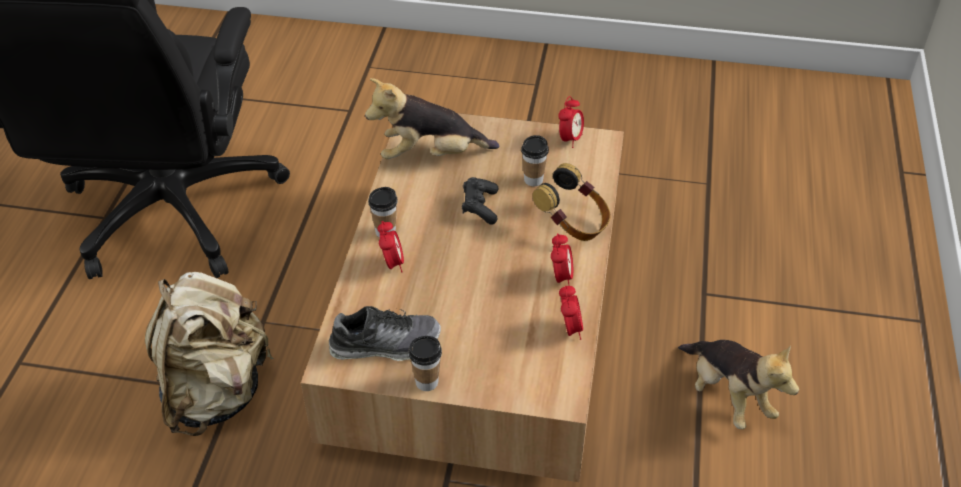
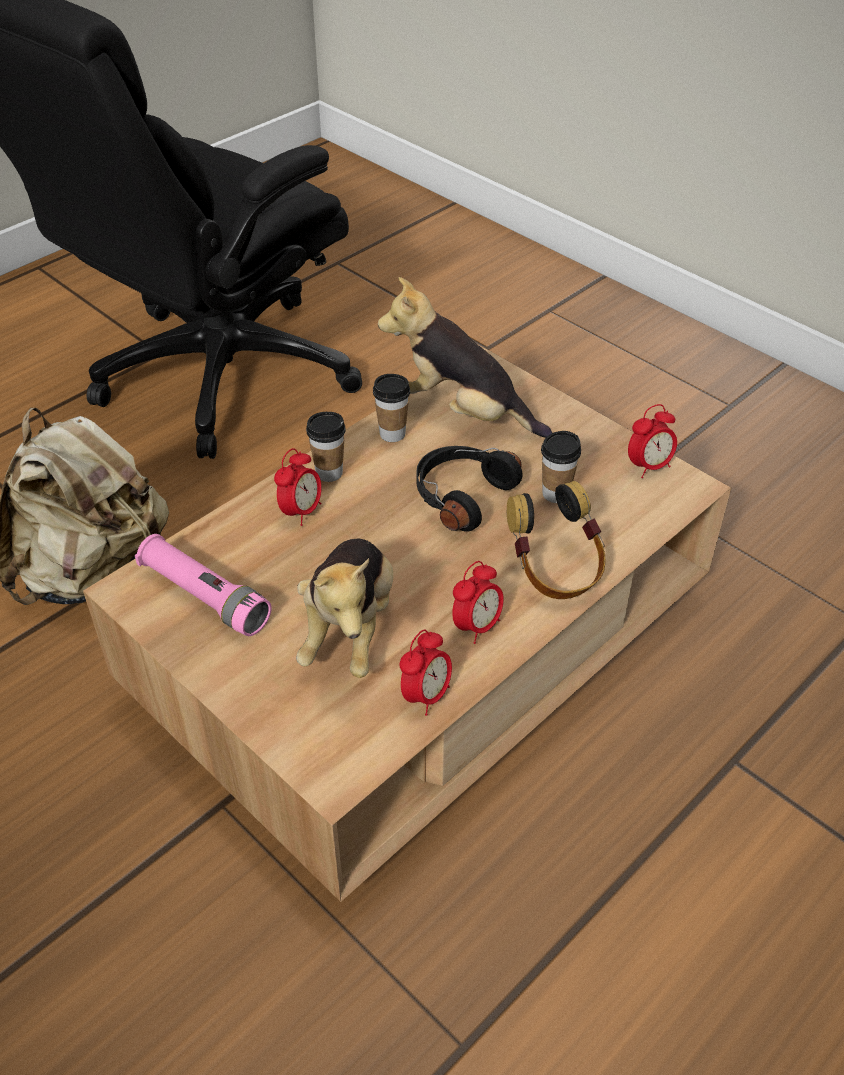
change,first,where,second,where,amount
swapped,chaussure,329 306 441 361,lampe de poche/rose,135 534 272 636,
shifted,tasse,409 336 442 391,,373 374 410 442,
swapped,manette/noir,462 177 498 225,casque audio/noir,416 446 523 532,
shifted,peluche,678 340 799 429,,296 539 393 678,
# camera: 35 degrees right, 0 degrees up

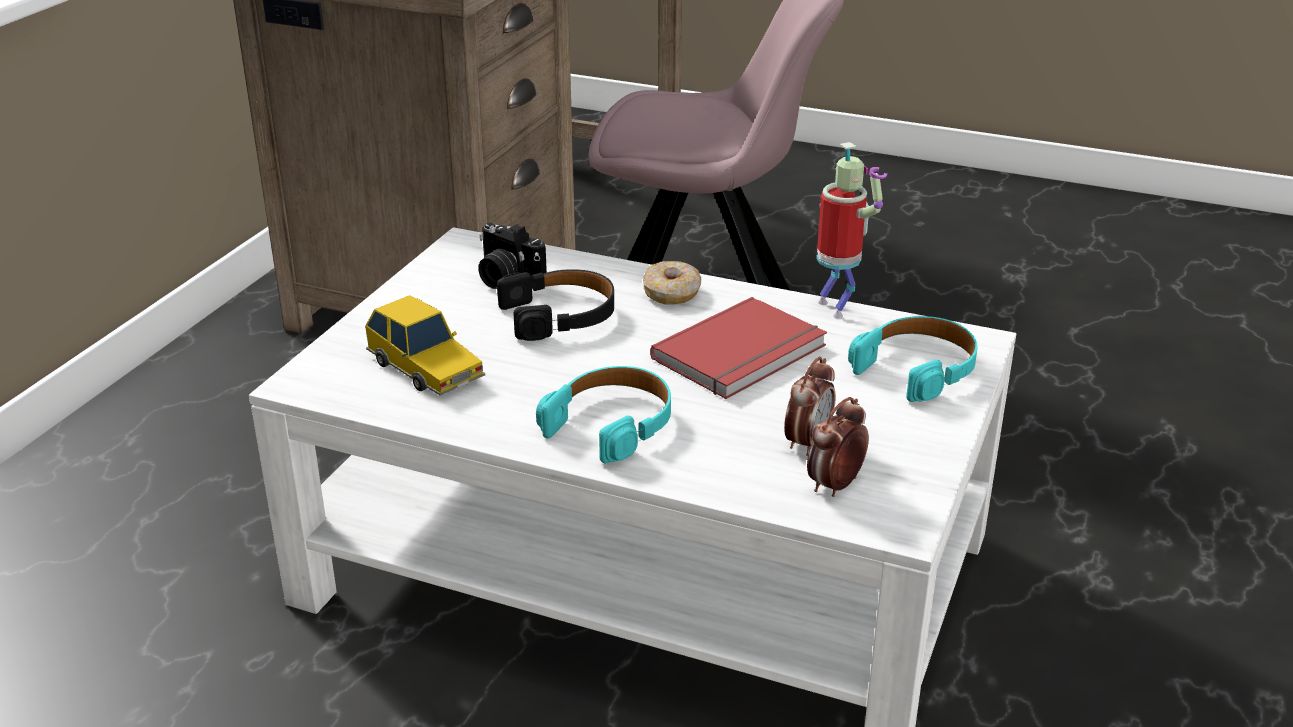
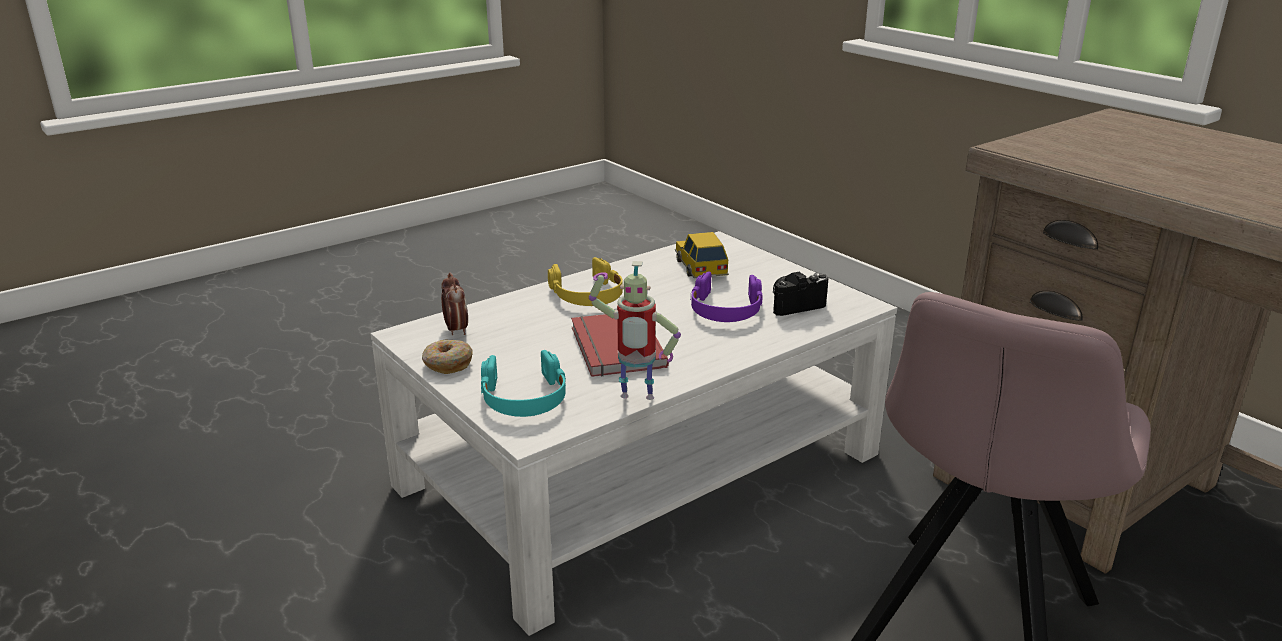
change,first,where,second,where,amount
rotated,petite voiture,365 295 485 396,,675 232 729 278,90 degrees clockwise
repainted,casque audio/noir,497 269 614 341,casque audio/violet,690 271 763 322,
repainted,casque audio/turquoise,536 366 671 463,casque audio/jaune,548 257 623 306,
shifted,beignet,643 261 701 305,,422 339 473 374,
gone,réveil,784 357 836 456,,,
# camera: 120 degrees right, 5 degrees down

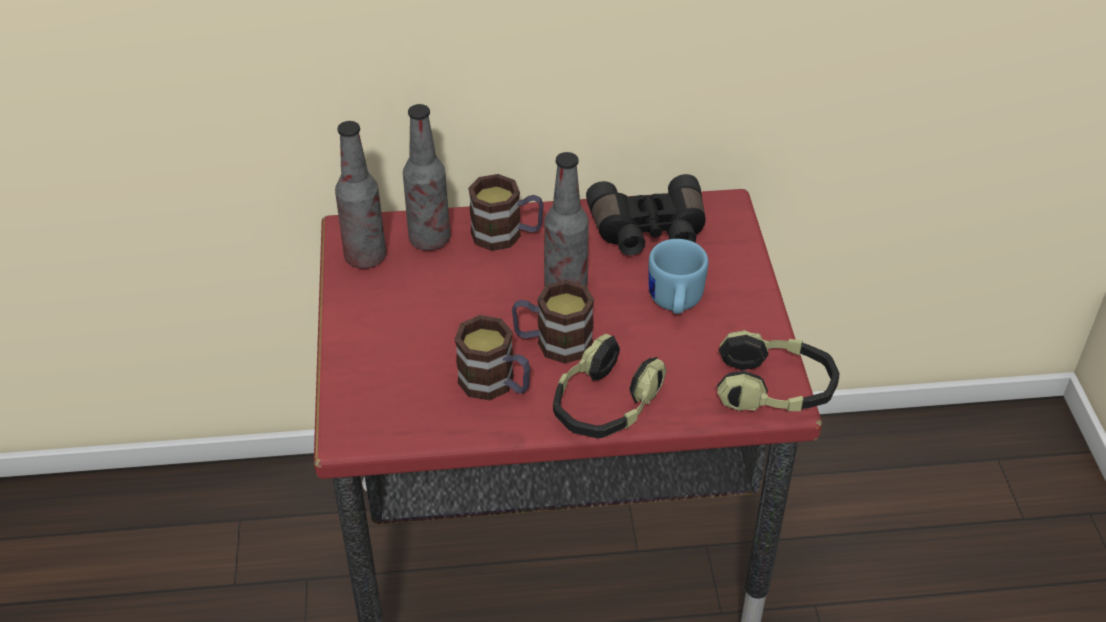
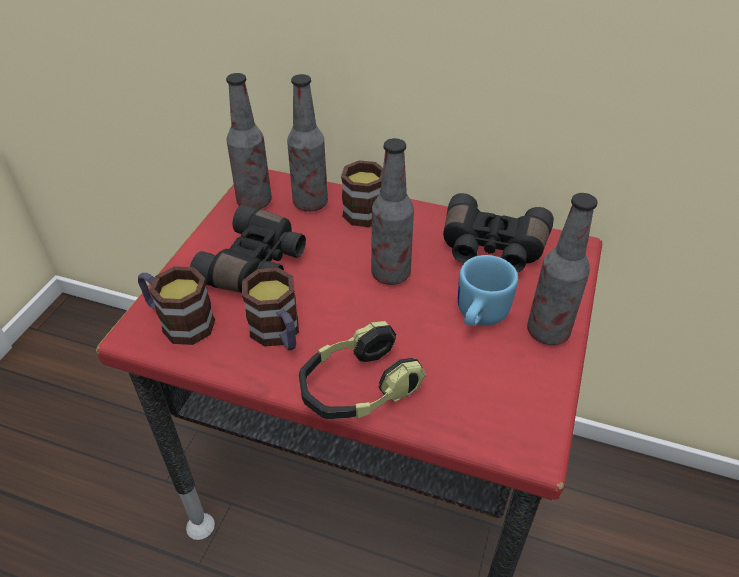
change,first,where,second,where,amount
shifted,mug,512 280 594 364,,138 266 215 345,
gone,casque audio,716 330 839 411,,,
new,,,jumelles/noir,190 205 306 293,
new,,,bouteille,527 193 598 345,
# camera: 25 degrees right, 0 degrees up

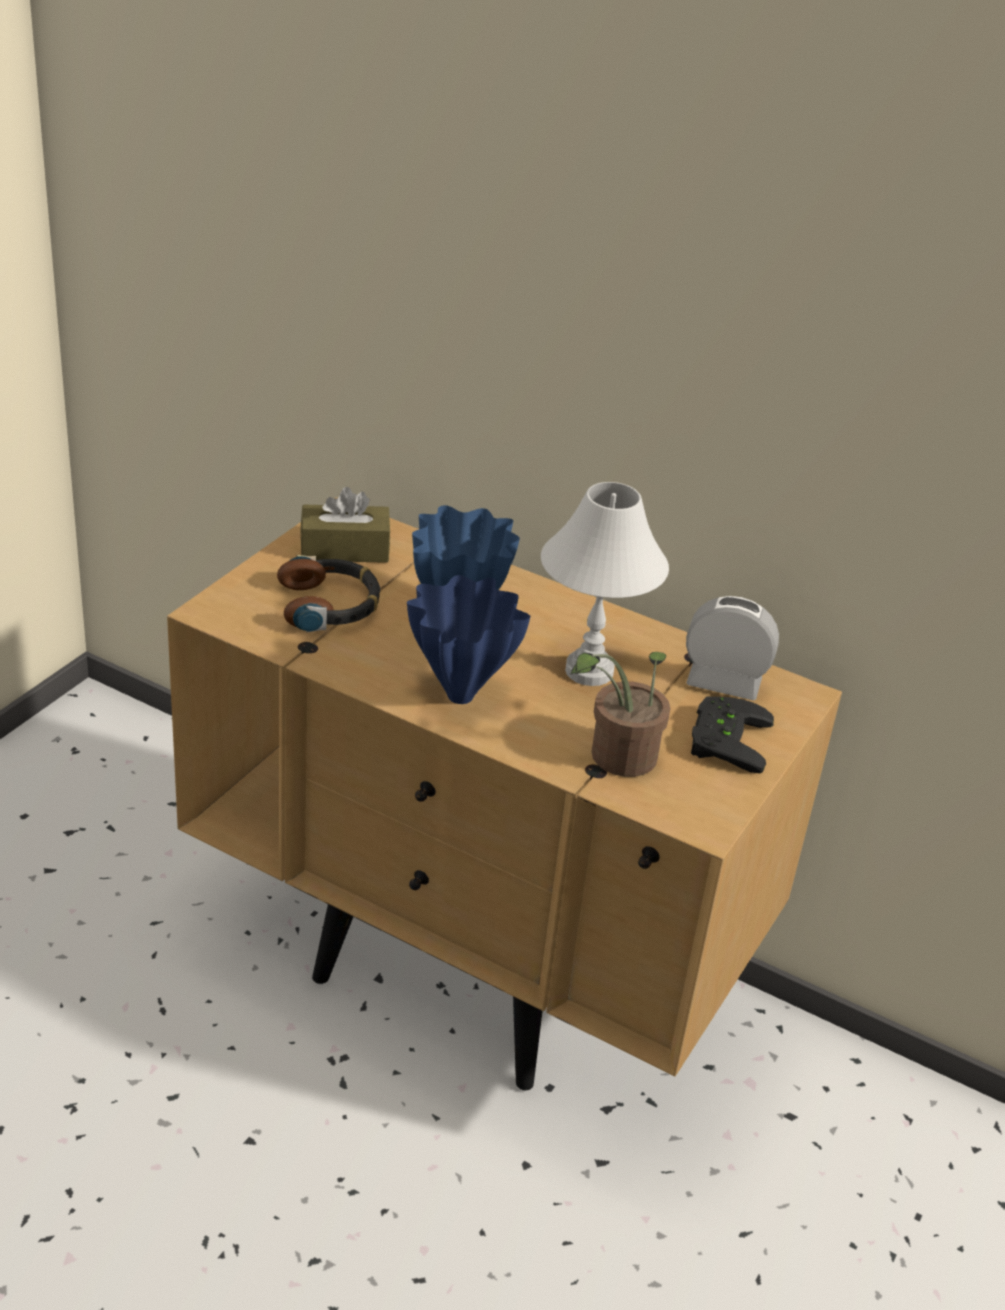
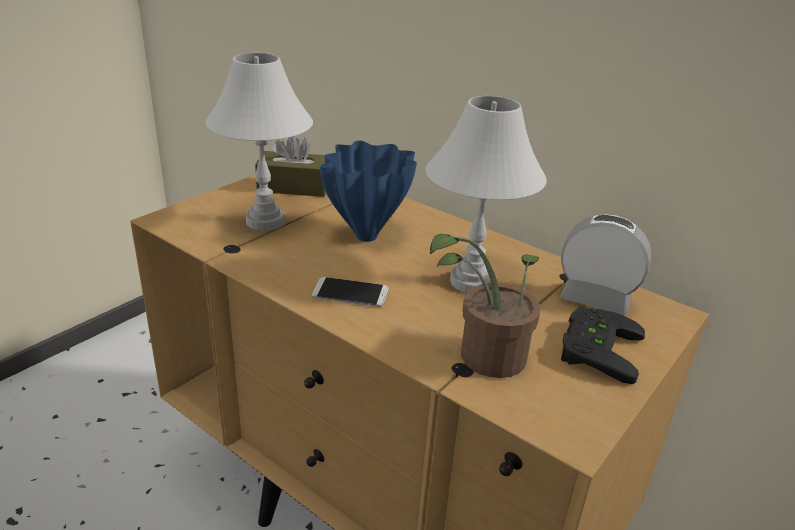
change,first,where,second,where,amount
swapped,casque audio,277 555 380 633,lampe de table/blanc,205 53 313 231,
swapped,vase/bleu,407 575 530 704,téléphone,312 277 389 307,
# camera: 10 degrees right, 5 degrees down

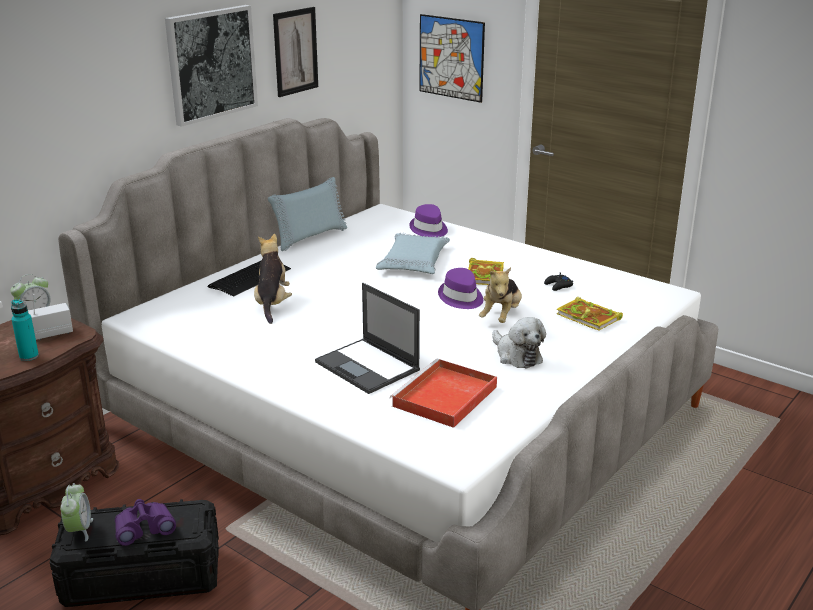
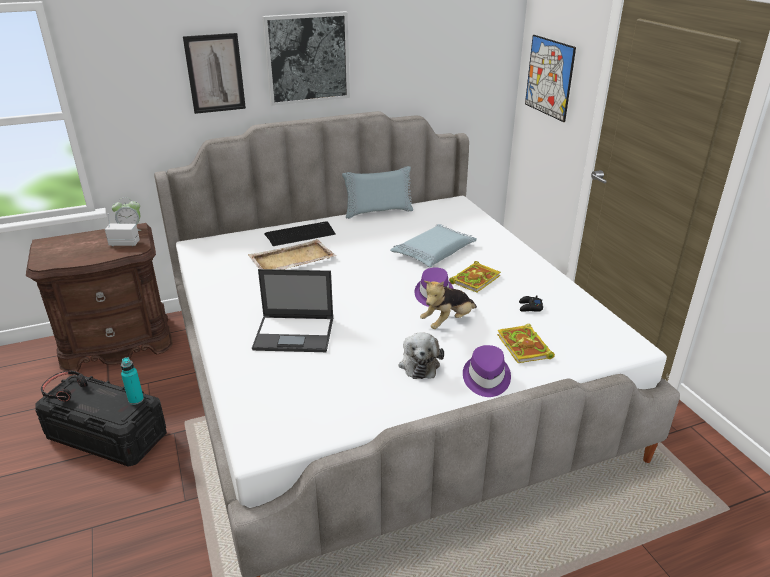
change,first,where,second,where,amount
shifted,bouteille/turquoise,11 299 39 361,,121 357 144 405,
swapped,réveil,60 483 93 541,casque audio/noir,41 371 88 402,
gone,jumelles/violet,115 499 176 546,,,
swapped,peluche,254 234 292 324,plateau/beige,248 239 336 270,
shifted,tableau,273 7 318 97,,183 33 246 114,
rotated,ordinateur portable,315 283 420 394,,252 269 333 352,75 degrees counterclockwise
gone,plateau/rouge,390 359 497 428,,,
shifted,chapeau/violet,409 204 448 237,,463 345 511 397,
# camera: 30 degrees right, 5 degrees up

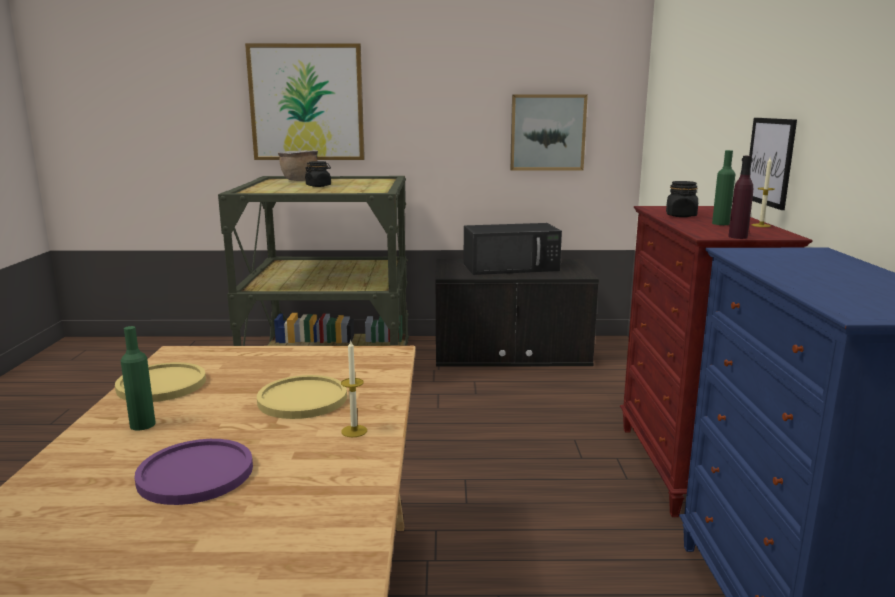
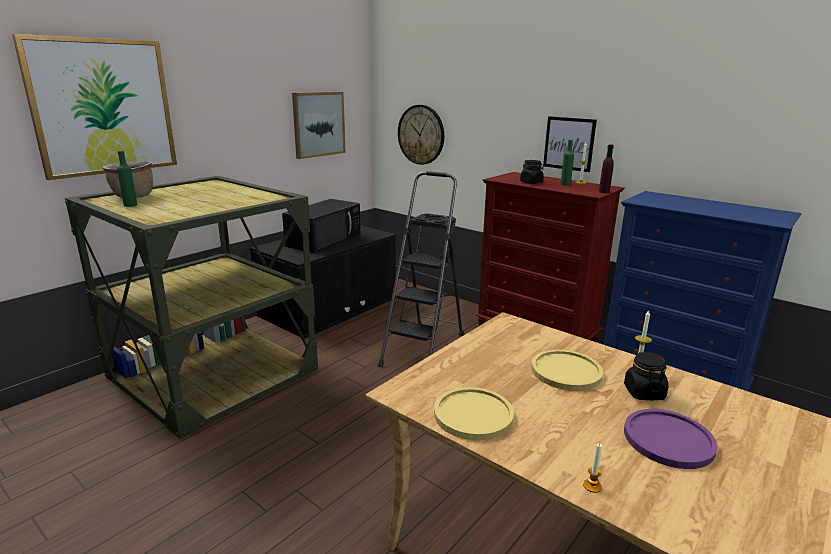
change,first,where,second,where,amount
shifted,bouteille/vert,121 326 156 430,,117 151 137 207,
shifted,bocal/noir,305 161 331 187,,624 352 668 400,
new,,,escabeau,377 171 464 367,
new,,,horloge murale,398 105 444 165,
new,,,bougie,583 443 602 493,
# camera: 50 degrees left, 5 degrees up

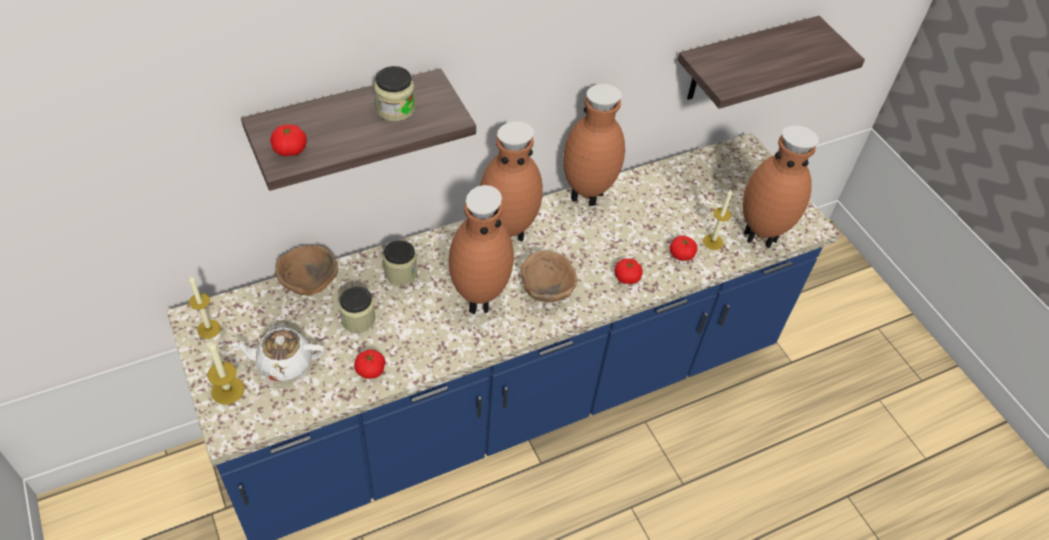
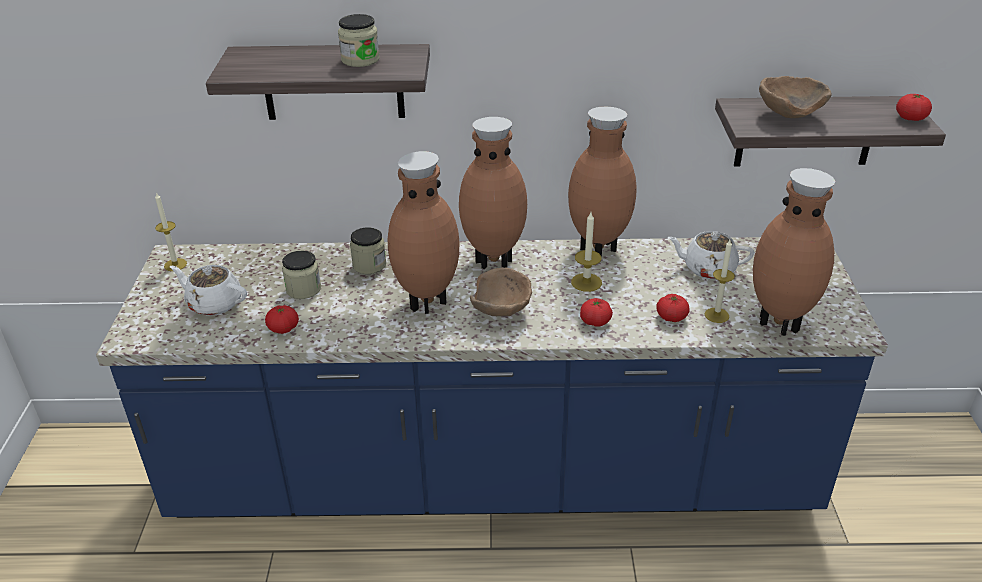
change,first,where,second,where,amount
shifted,bougie,207 342 245 405,,571 212 602 292,
shifted,tomate,270 124 307 156,,896 94 932 121,
shifted,bol/marron,275 245 338 296,,759 76 831 118,
new,,,théière/blanc,667 231 755 279,
# camera: 30 degrees right, 15 degrees down

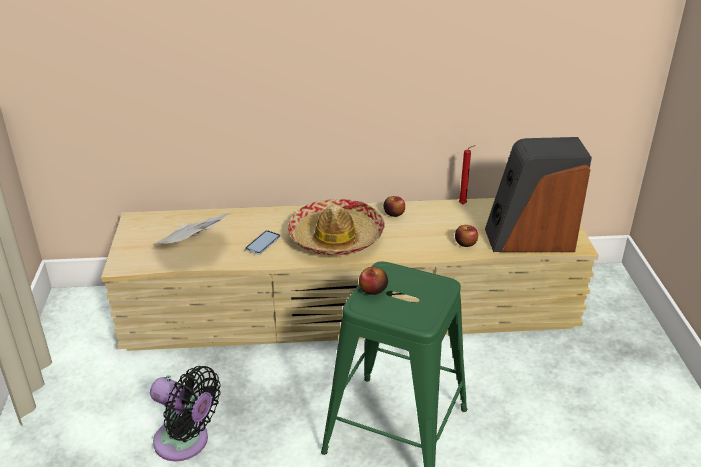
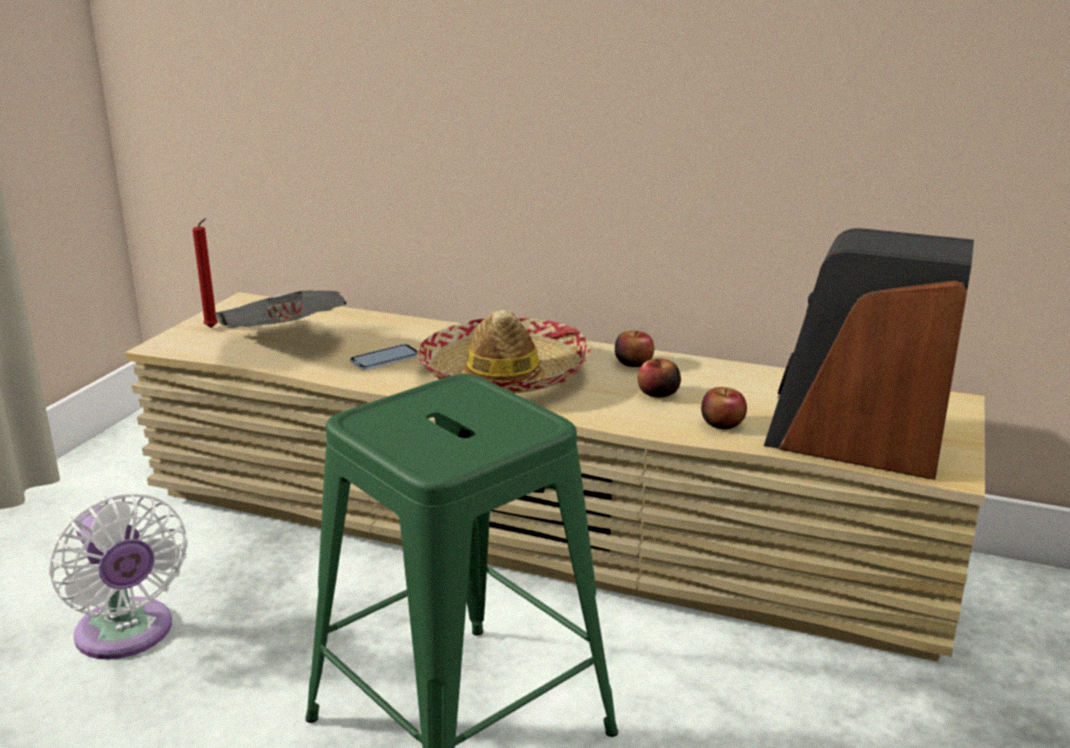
change,first,where,second,where,amount
repainted,ventilateur/noir,150 366 220 461,ventilateur/blanc,48 492 188 660,
shifted,pomme,359 267 388 295,,638 359 681 397,
shifted,bougie/rouge,459 145 476 205,,192 218 218 328,
# camera: 25 degrees right, 10 degrees down

